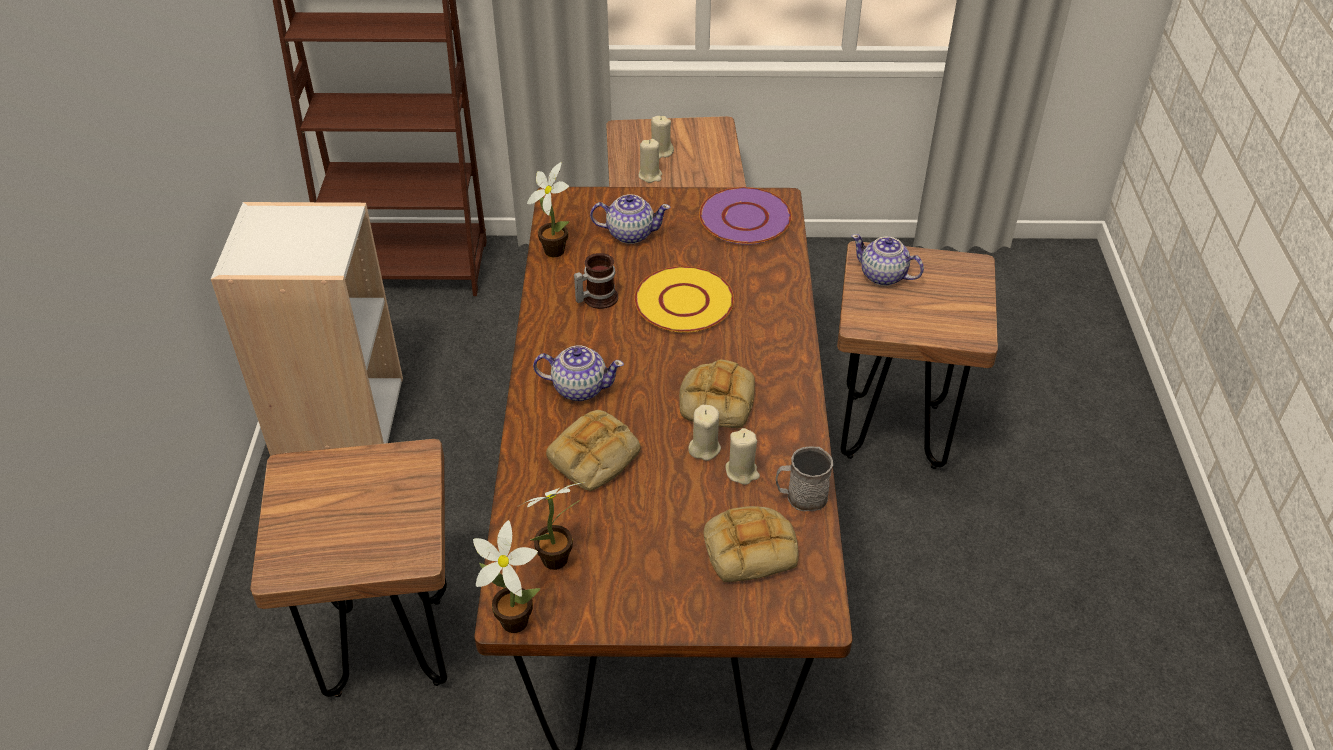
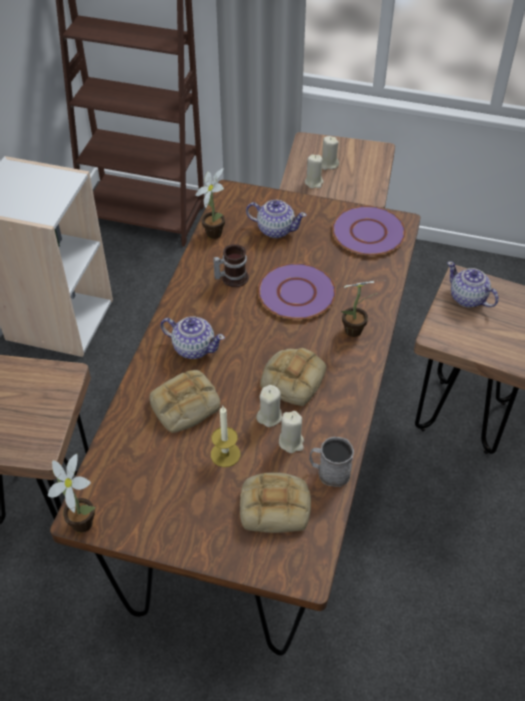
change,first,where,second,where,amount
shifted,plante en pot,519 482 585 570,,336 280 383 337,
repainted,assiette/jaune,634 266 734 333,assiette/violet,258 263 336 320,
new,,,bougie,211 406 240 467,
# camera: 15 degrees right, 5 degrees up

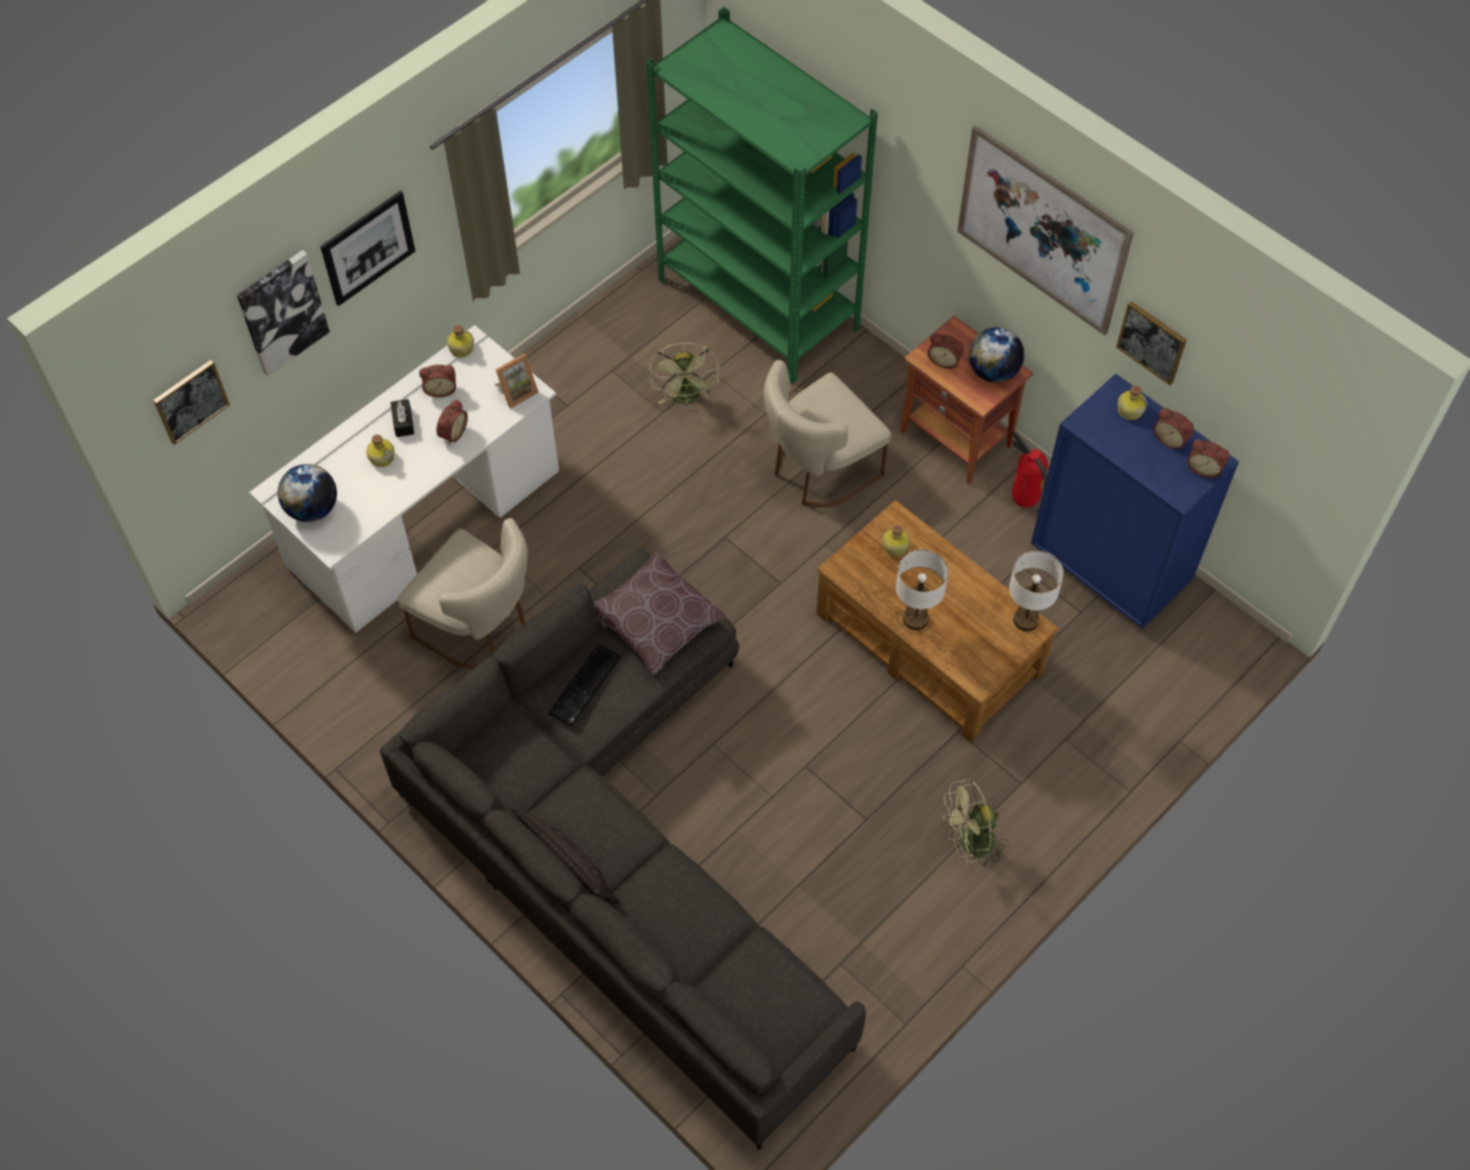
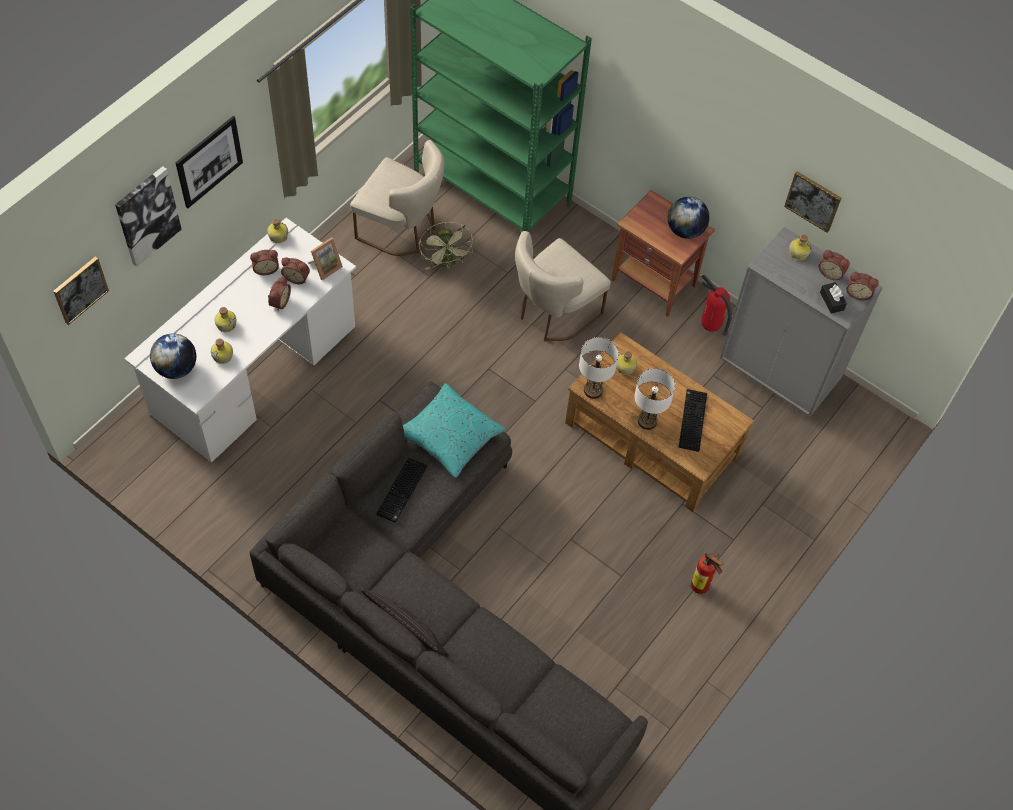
change,first,where,second,where,amount
shifted,boîte à mouchoirs/noir,391 399 414 437,,820 282 847 314,
shifted,chaise/beige,397 518 528 669,,350 140 445 256,
repainted,coussin/marron,593 551 727 674,coussin/turquoise,403 383 506 478,
shifted,réveil,928 333 964 369,,281 257 310 284,
swapped,ventilateur/vert,943 779 1008 869,extincteur,691 553 724 594,
gone,tableau,957 125 1134 336,,,
shifted,lampe de table,1009 551 1064 631,,579 337 619 399,
repainted,meuble de rangement/bleu,1031 374 1239 629,meuble de rangement/gris,720 226 883 417,
new,,,bouteille,211 338 233 364,
new,,,clavier,679 389 707 452,
# camera: 10 degrees left, 0 degrees up

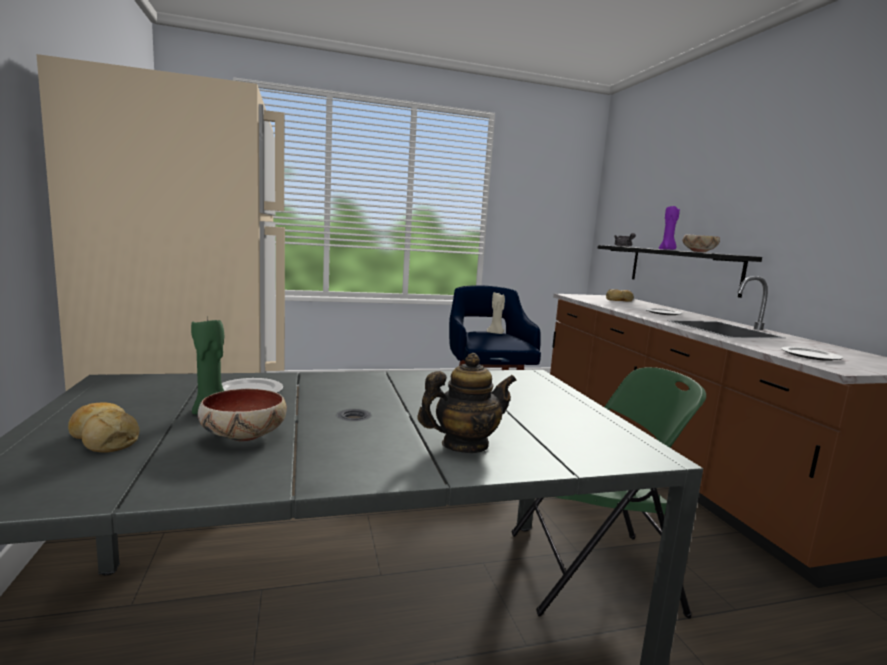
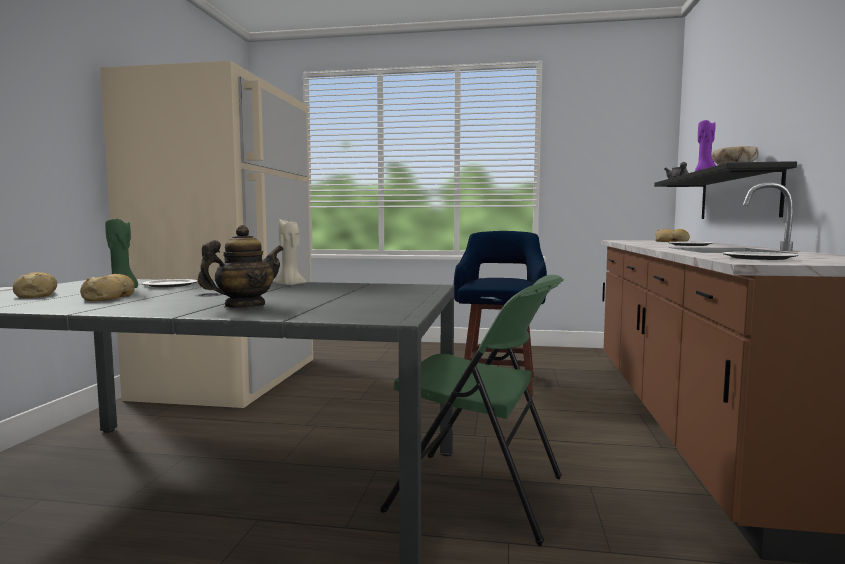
change,first,where,second,where,amount
swapped,bol,198 388 287 442,pain,80 274 135 301,
rotated,théière,417 353 517 453,,198 225 283 308,45 degrees counterclockwise
shifted,bougie/beige,487 291 505 334,,275 219 307 285,
# camera: 25 degrees right, 5 degrees down

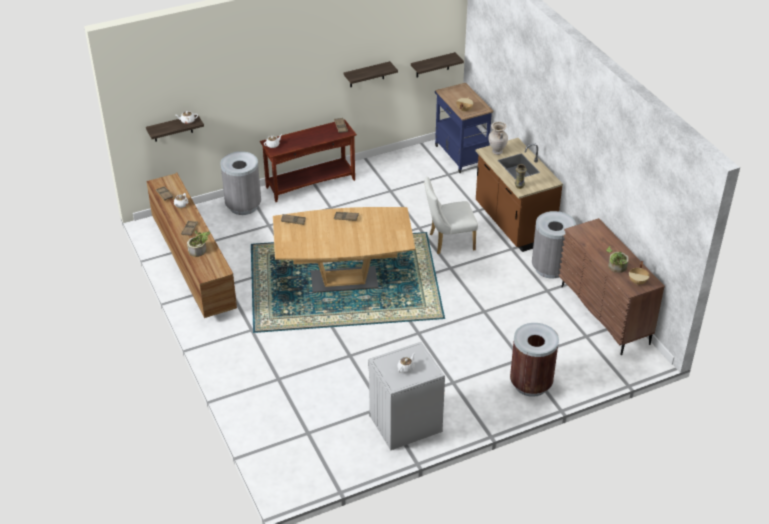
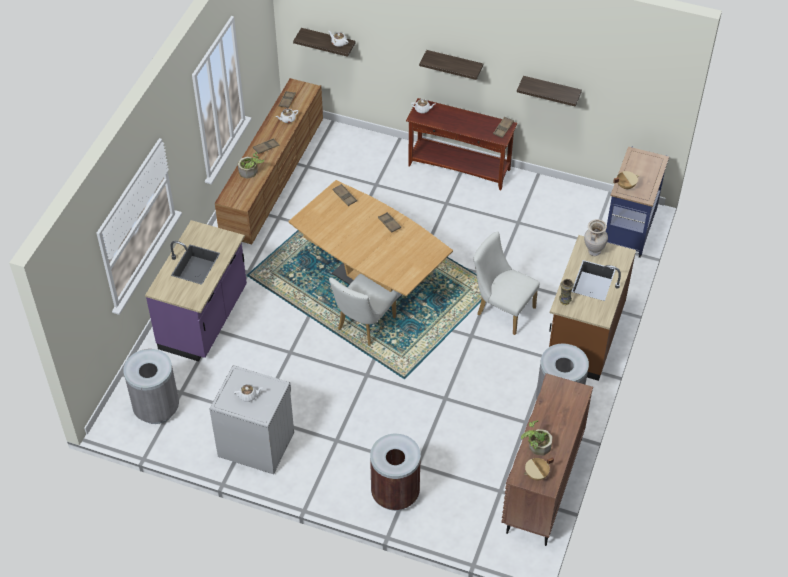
change,first,where,second,where,amount
shifted,poubelle/gris,220 151 261 215,,123 349 179 424,
shifted,étagère,411 52 464 77,,419 50 483 80,
new,,,comptoir de cuisine/violet,145 220 247 361,
new,,,chaise/blanc,329 274 398 346,
# camera: 45 degrees right, 10 degrees up

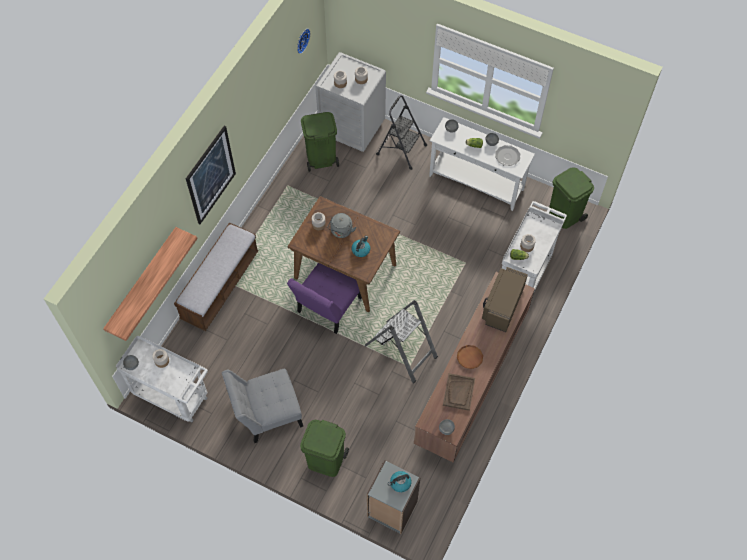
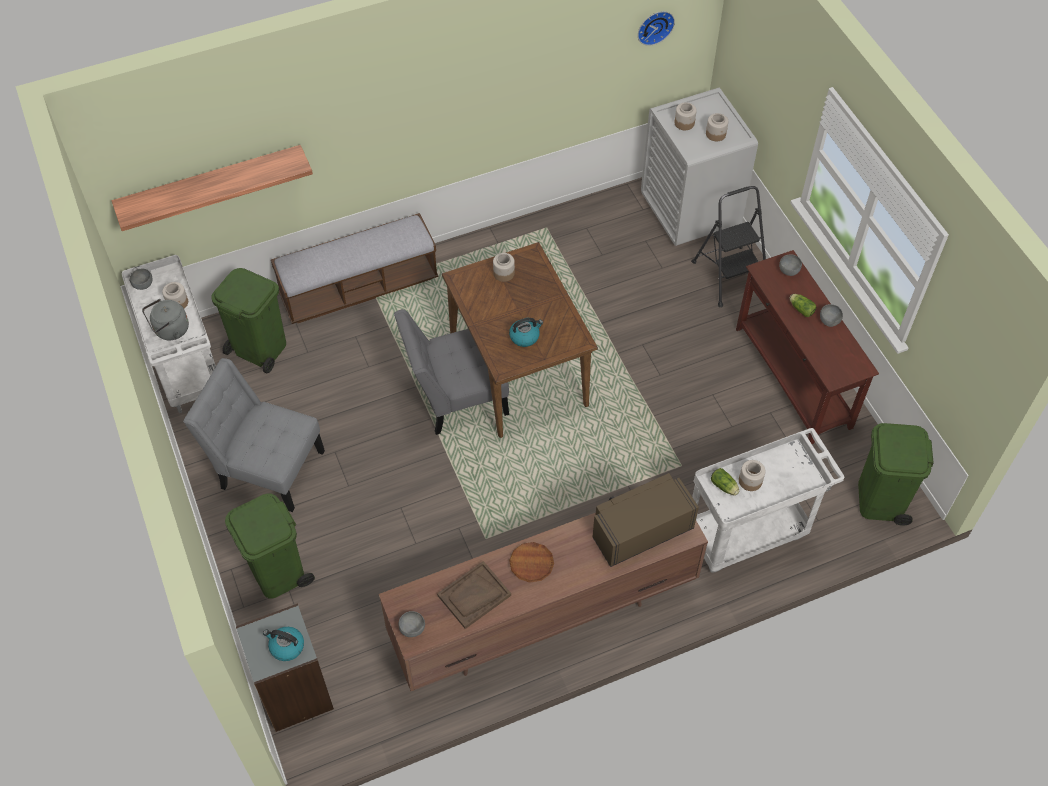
change,first,where,second,where,amount
gone,tableau,186 126 236 224,,,
repainted,chaise/violet,287 263 362 334,chaise/gris,394 309 509 435,
shifted,poubelle/vert,301 112 339 172,,211 268 286 374,
shifted,bouilloire/gris,327 213 356 238,,142 299 189 340,
gone,escabeau/gris,364 300 438 383,,,
repainted,table console/blanc,429 117 535 211,table console/marron,736 250 879 444,
gone,assiette,495 145 520 166,,,
# camera: 40 degrees right, 5 degrees down

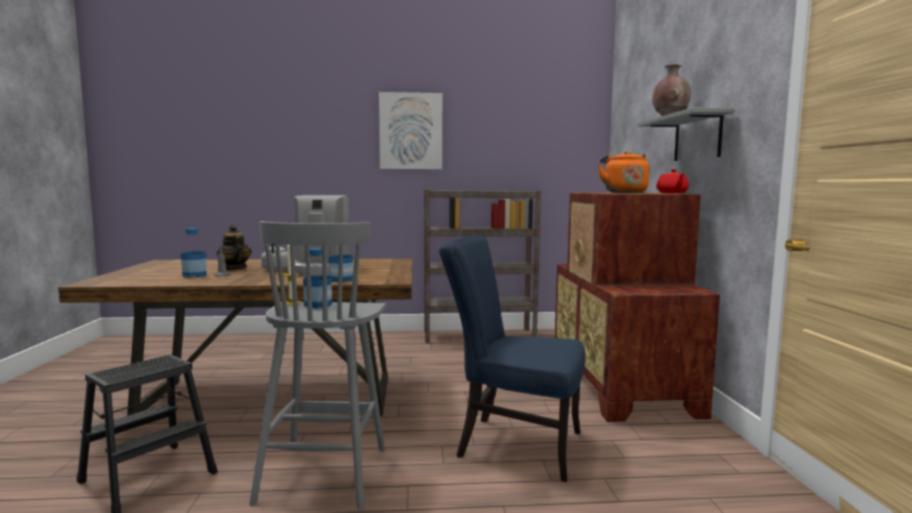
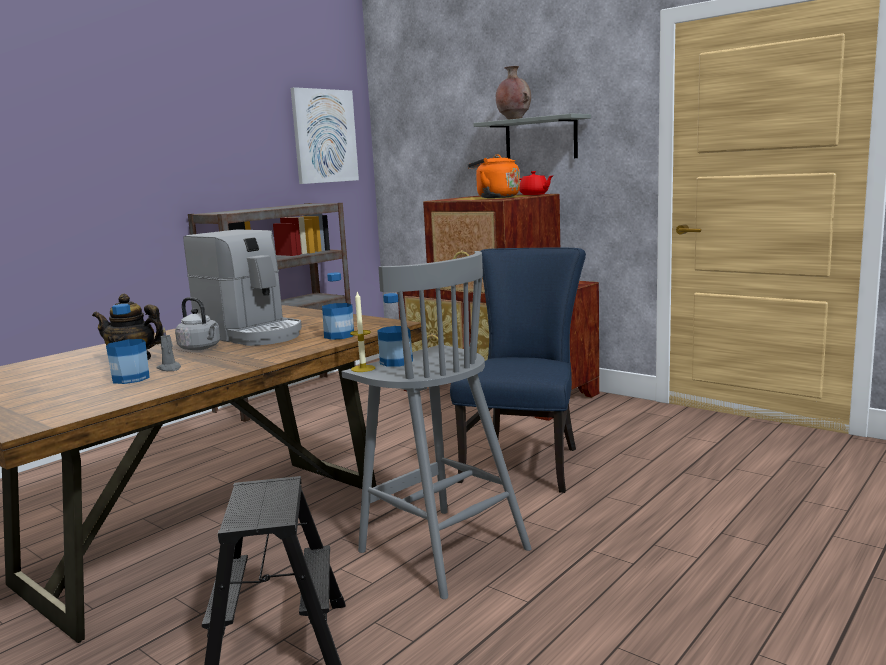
change,first,where,second,where,amount
shifted,tableau,379 92 442 169,,291 87 359 184,
rotated,chaise/bleu,439 235 585 482,,450 247 586 493,135 degrees clockwise
# camera: 45 degrees left, 5 degrees up

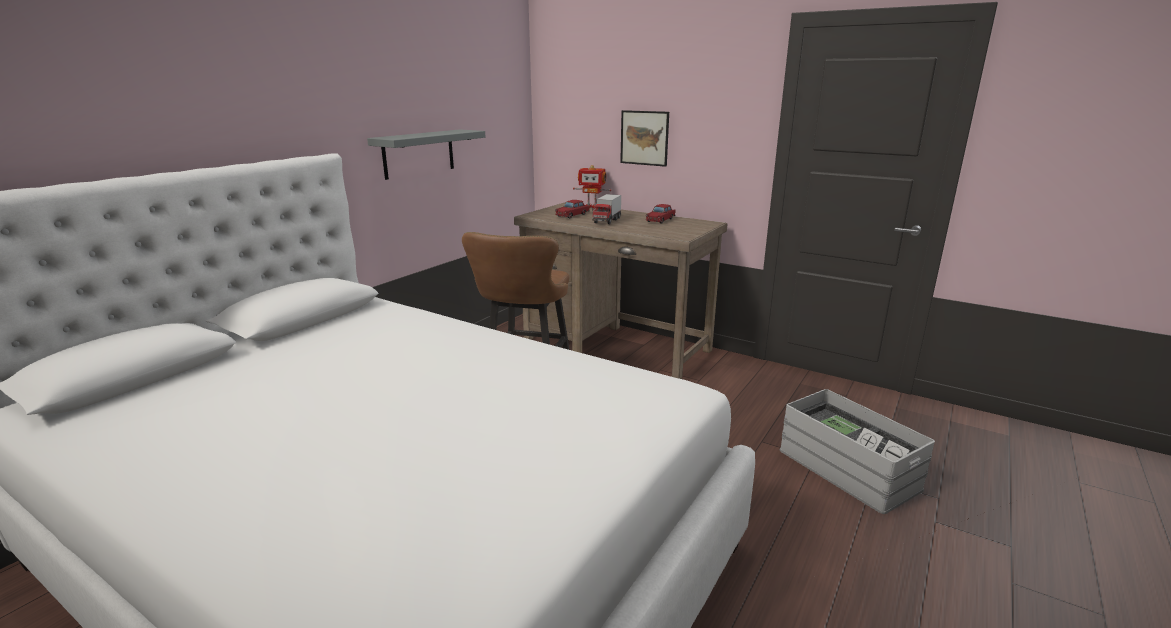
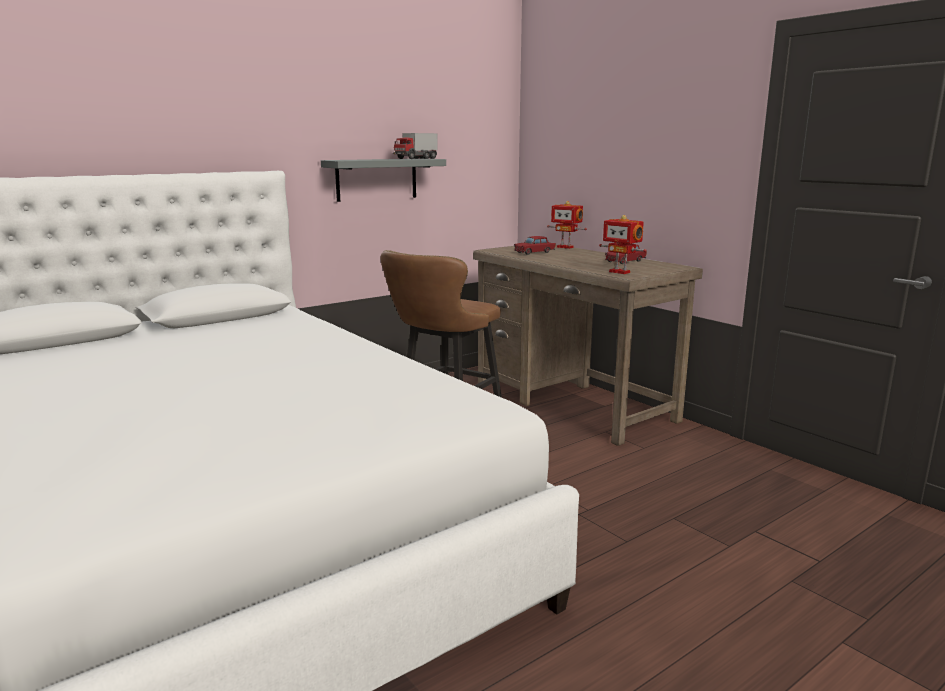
change,first,where,second,where,amount
shifted,camion jouet,592 194 621 224,,393 133 438 159,
gone,tableau,620 110 669 167,,,
gone,boîte de rangement/gris,780 389 935 514,,,
new,,,robot jouet,599 215 647 274,
# camera: 20 degrees right, 5 degrees down

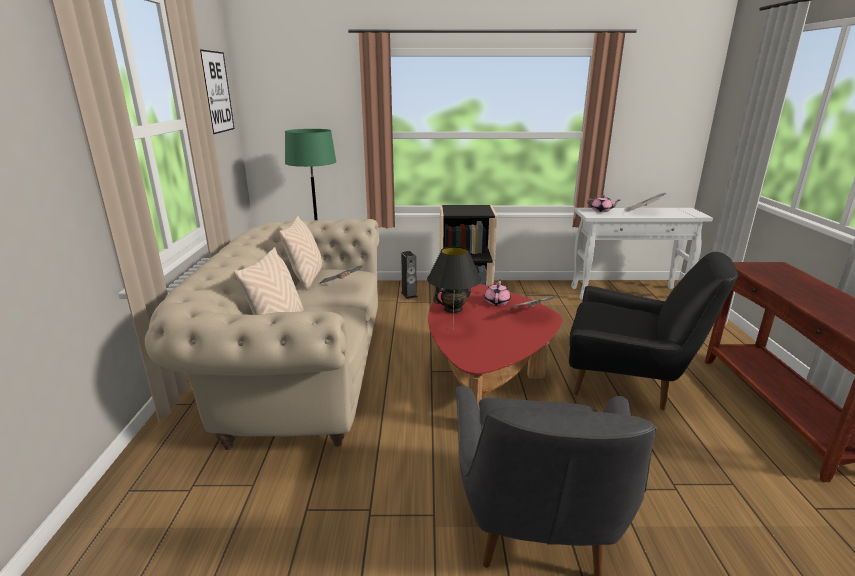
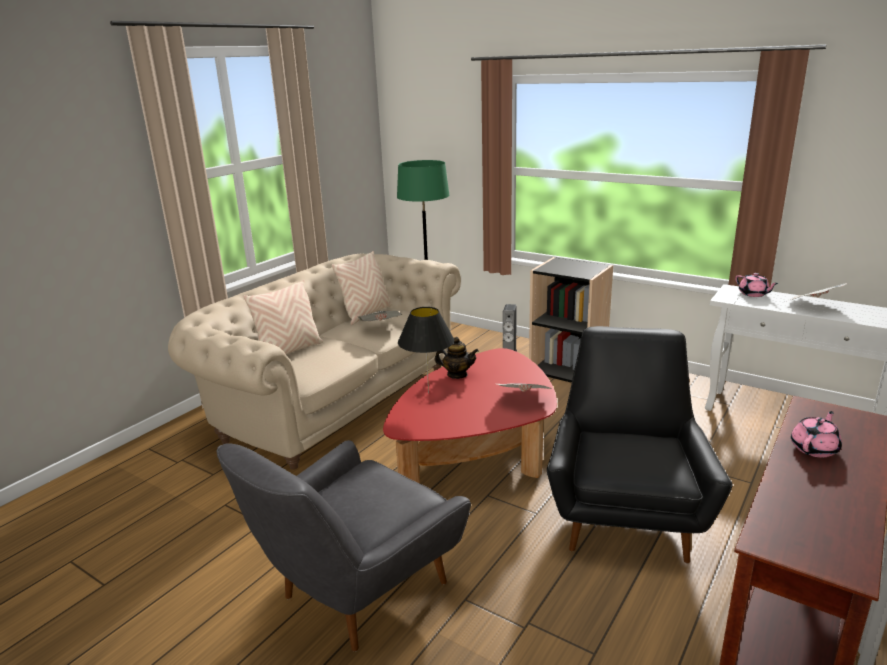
change,first,where,second,where,amount
gone,tableau,200 49 234 134,,,
shifted,théière/rose,485 279 511 306,,791 411 842 458,
rotated,fauteuil/noir,569 252 739 410,,547 326 732 564,135 degrees counterclockwise
# camera: 35 degrees right, 0 degrees up

